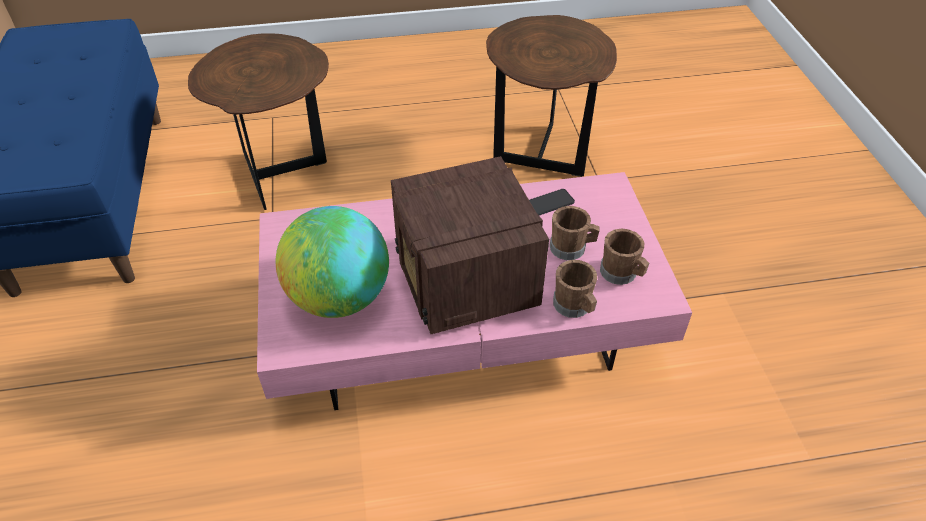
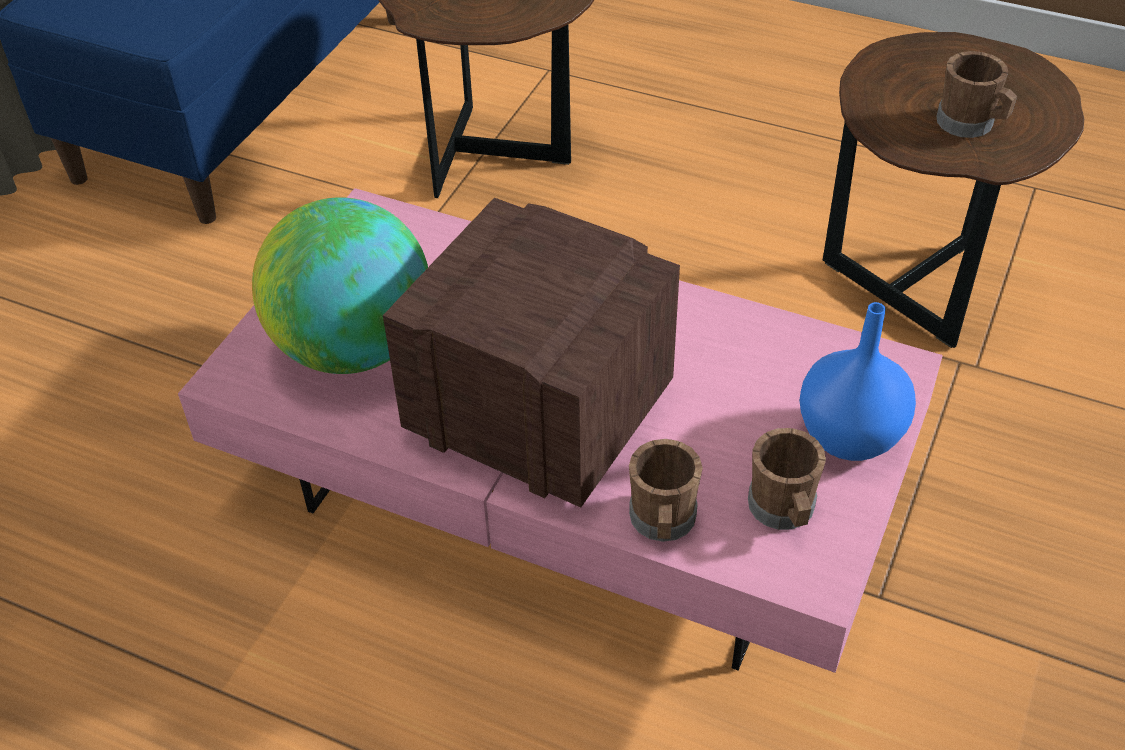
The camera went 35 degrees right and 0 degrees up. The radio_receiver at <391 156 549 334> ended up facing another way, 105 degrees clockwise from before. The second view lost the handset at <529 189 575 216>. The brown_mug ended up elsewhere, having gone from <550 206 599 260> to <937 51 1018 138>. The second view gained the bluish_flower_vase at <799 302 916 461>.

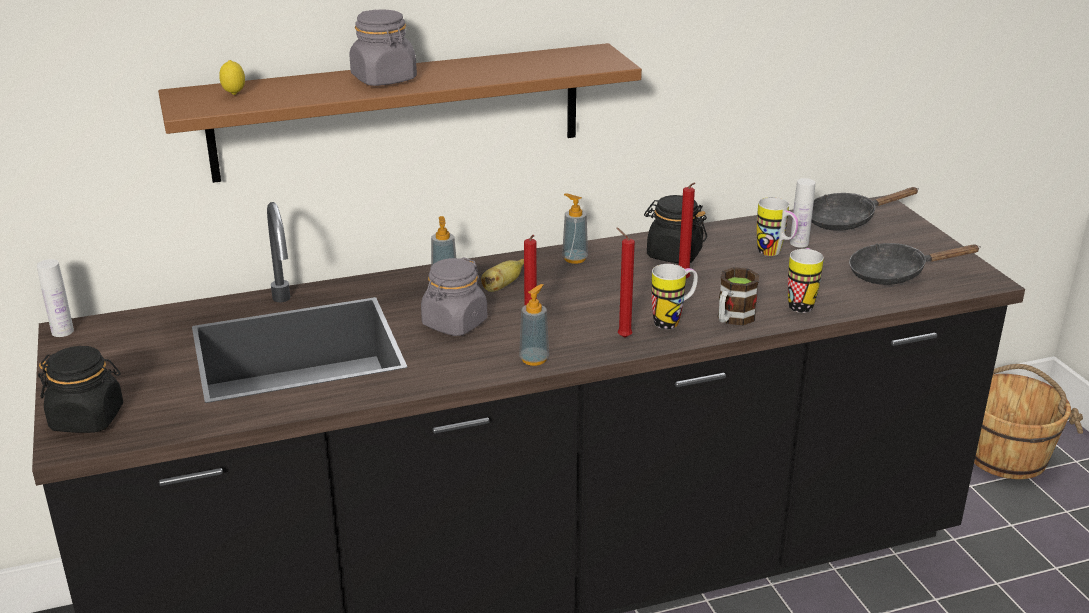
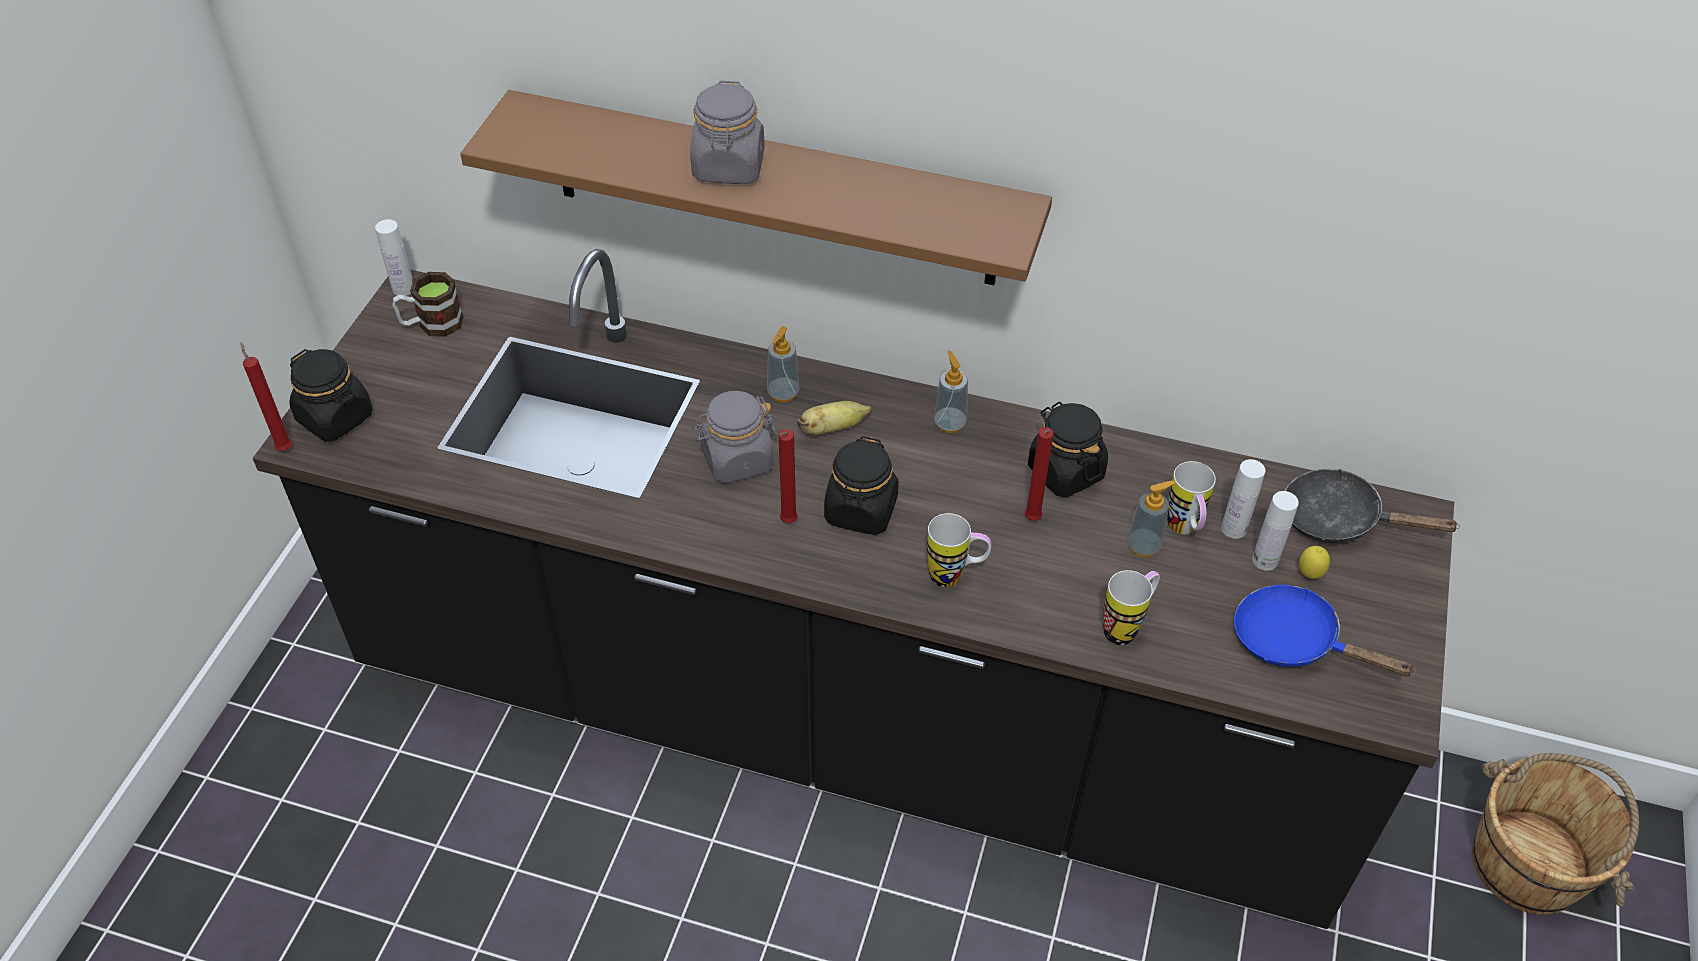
The camera went 35 degrees right and 20 degrees up. The lemon ended up elsewhere, having gone from <219 60 245 95> to <1299 546 1330 579>. The soap_dispenser ended up elsewhere, having gone from <519 284 549 366> to <1127 481 1175 557>. The reddish_candle ended up elsewhere, having gone from <616 228 635 338> to <240 342 292 451>. The mug ended up elsewhere, having gone from <718 267 759 325> to <392 272 464 337>. What was the black-coloured_skillet at <849 243 981 285> turned into the bluish_skillet at <1234 585 1416 676>. The second view gained the black-coloured_storage_jar at <824 436 899 535>. The second view gained the white_bottle at <1252 491 1299 571>.

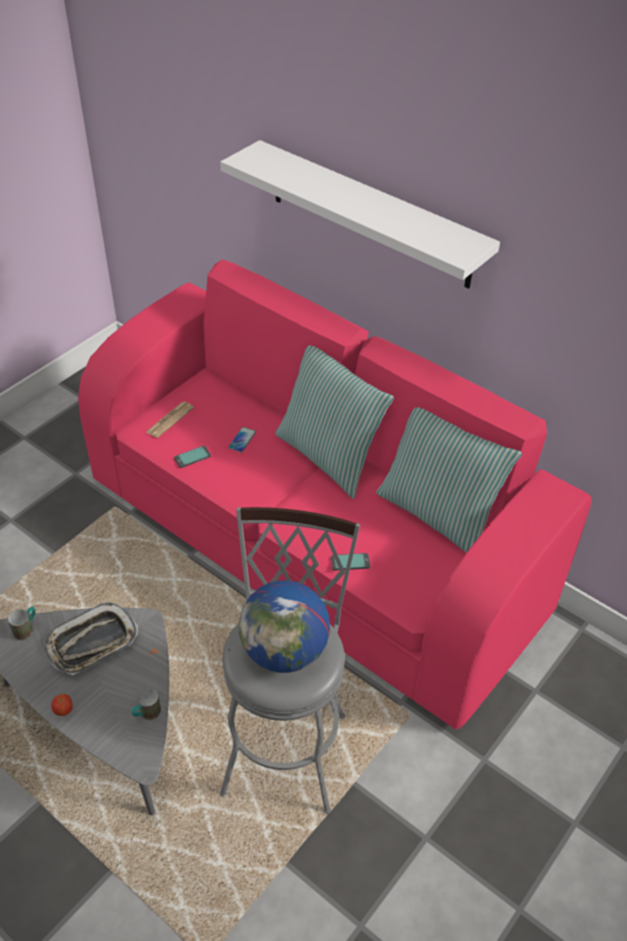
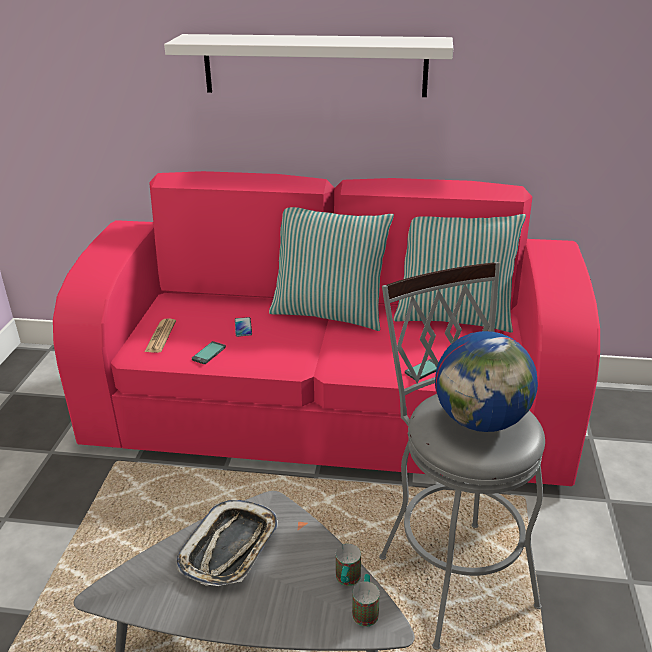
The camera went 30 degrees left and 15 degrees down. The mug ended up elsewhere, having gone from <8 606 36 640> to <352 574 380 627>. The second view lost the whole_apple at <51 694 73 716>.

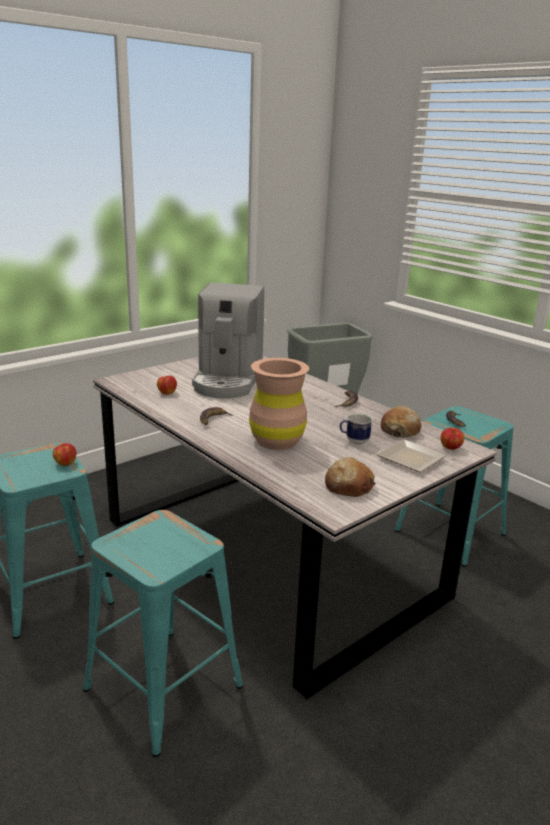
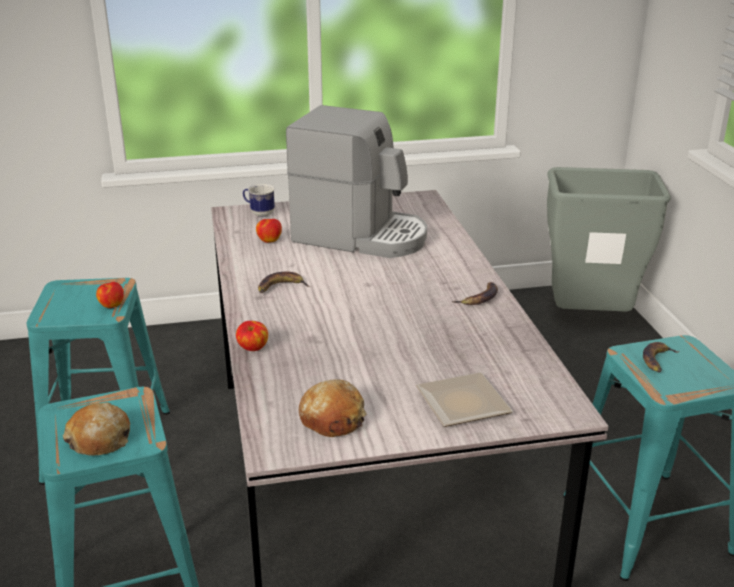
The camera went 30 degrees right and 5 degrees up. The coffee_brewer at <192 282 264 399> ended up facing another way, 105 degrees counterclockwise from before. The second view lost the brown_flower_vase at <249 358 309 450>. The mug ended up elsewhere, having gone from <340 413 373 445> to <243 184 275 217>. The baked_bread ended up elsewhere, having gone from <381 406 421 438> to <63 403 130 456>. The whole_apple ended up elsewhere, having gone from <440 428 464 450> to <236 321 268 351>.

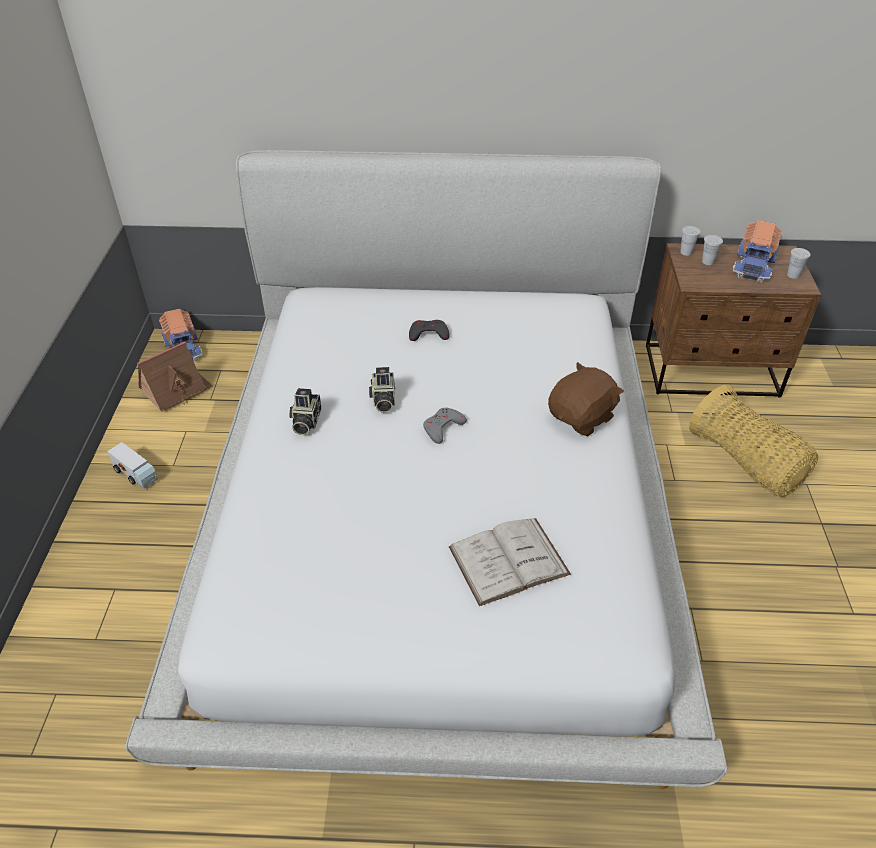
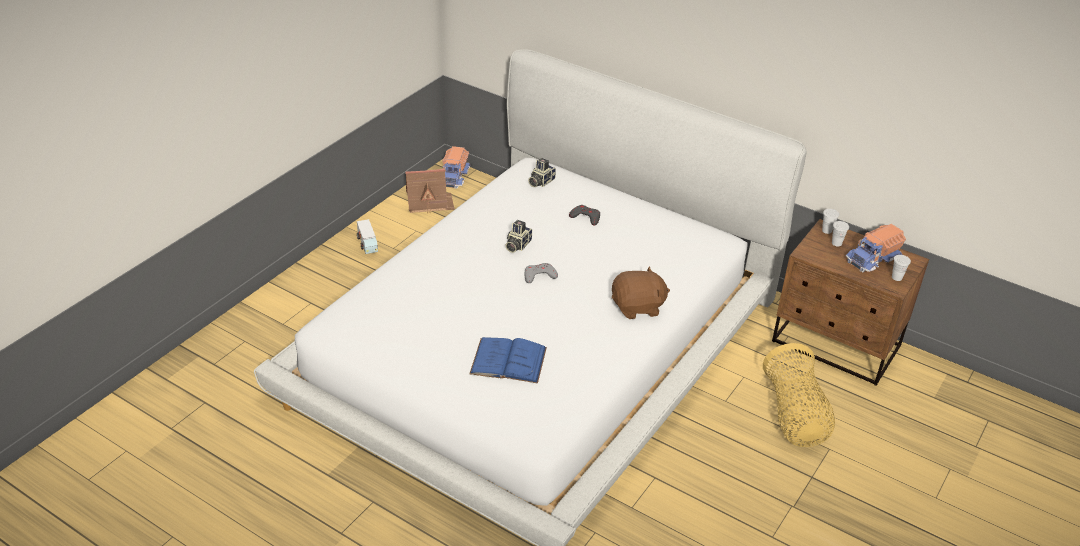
The camera went 30 degrees right and 5 degrees down. The photo_camera ended up elsewhere, having gone from <289 388 321 435> to <528 158 556 187>. What was the white_book at <449 518 571 606> turned into the bluish_book at <469 337 547 384>.

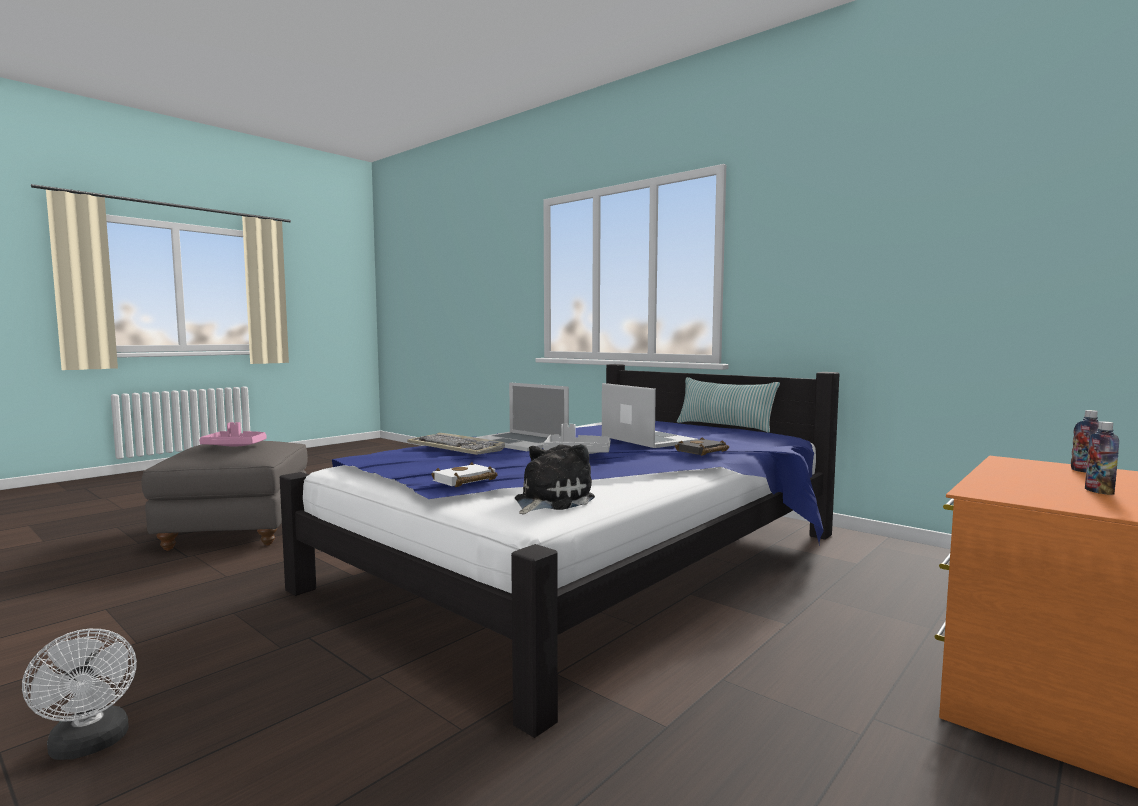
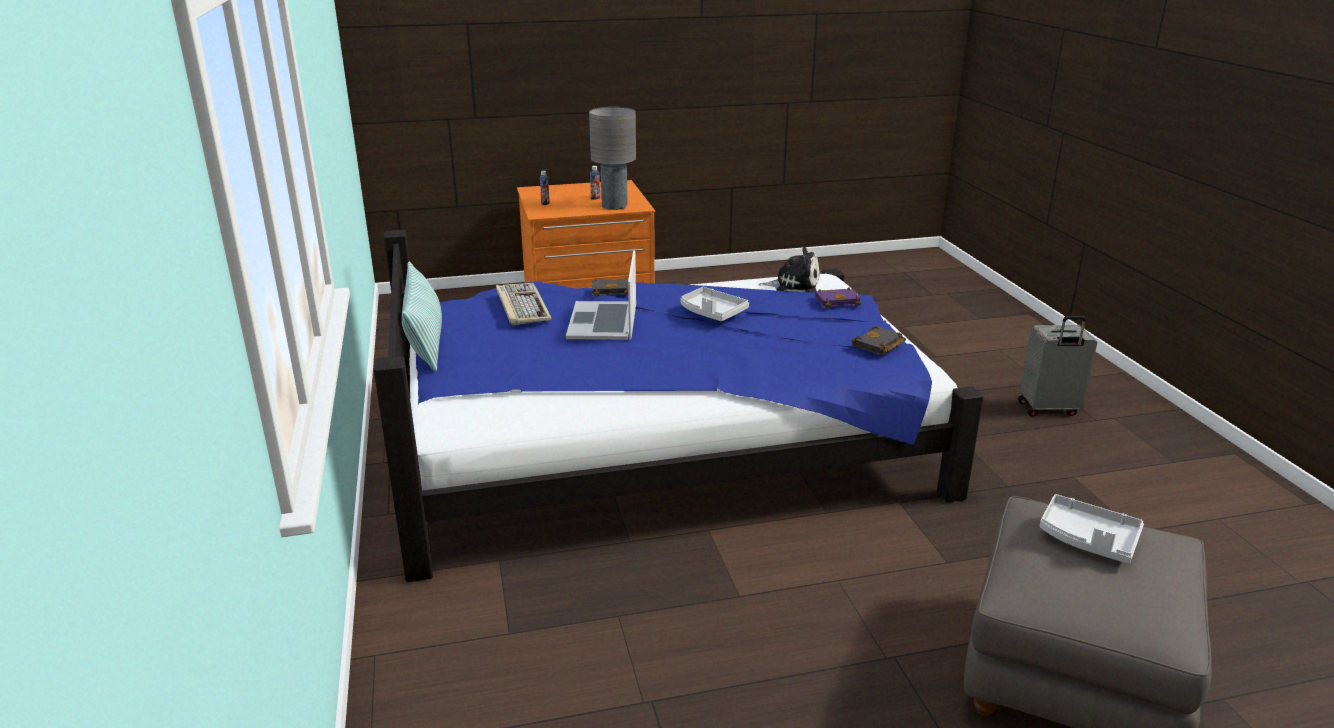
The camera went 145 degrees left and 20 degrees up. Where the white_electric_fan stood at <22 629 137 760>, the grey_travel_case came to stand at <1018 316 1097 417>. What was the pink-coloured_carrying_tray at <199 422 266 447> turned into the grey_carrying_tray at <1040 494 1144 564>. The computer_keyboard ended up elsewhere, having gone from <407 433 505 455> to <496 283 552 325>. What was the white_book at <431 462 498 487> turned into the purple_book at <815 288 861 308>. The second view lost the laptop at <475 382 569 451>. The plush_toy at <515 444 595 515> ended up facing another way, 150 degrees counterclockwise from before. The second view gained the grey_lamp_for_a_table at <589 107 636 210>. The second view gained the black-coloured_book at <852 326 906 355>.

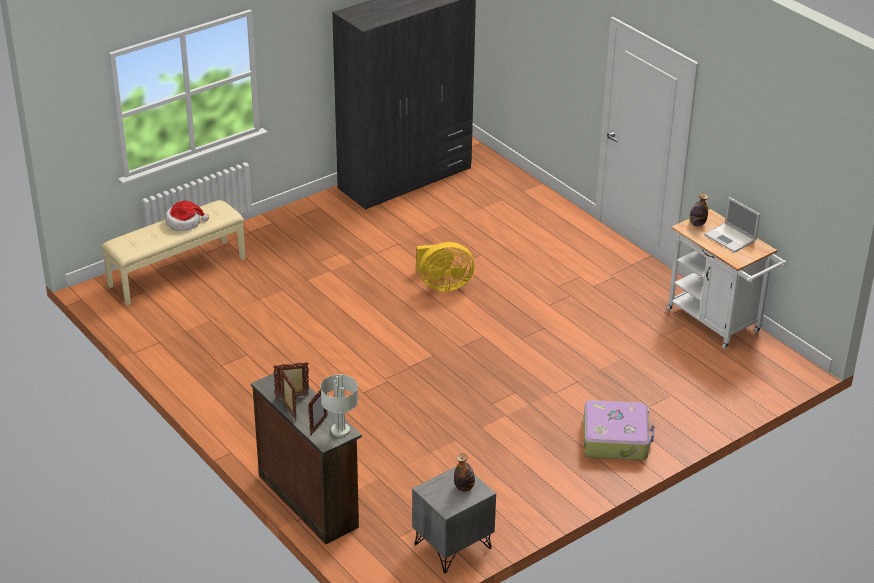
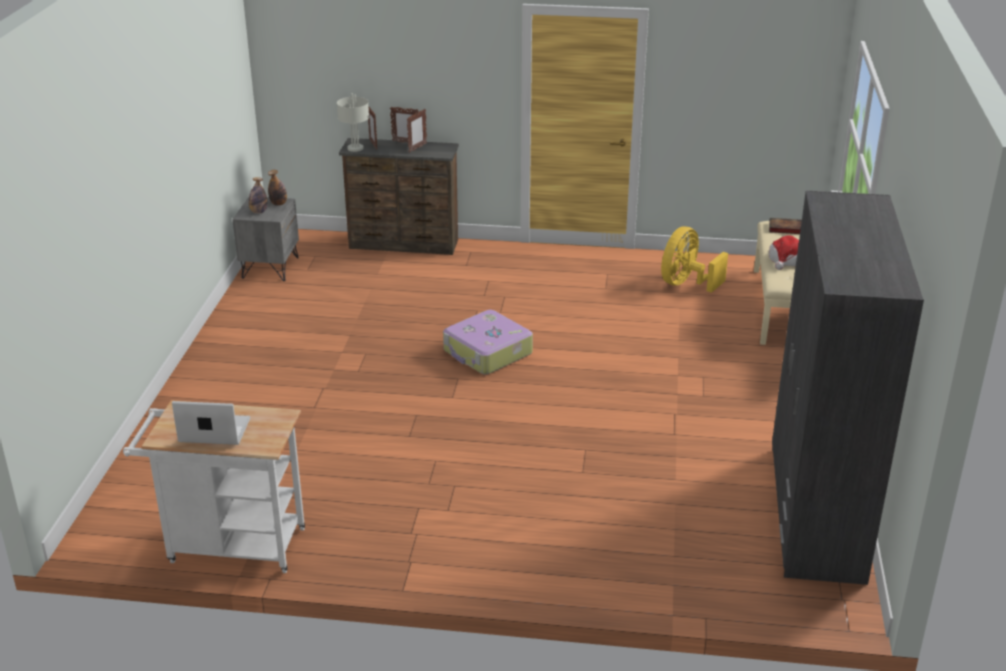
The camera went 135 degrees right and 5 degrees down. The yellow_electric_fan ended up elsewhere, having gone from <417 242 475 292> to <661 227 728 293>. The travel_case ended up elsewhere, having gone from <584 400 655 460> to <443 310 533 375>. The bottle ended up elsewhere, having gone from <690 194 708 227> to <268 170 287 206>. The second view gained the book at <769 218 802 234>.

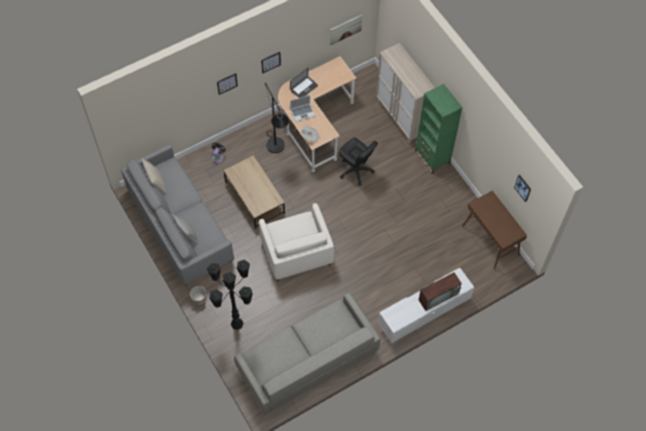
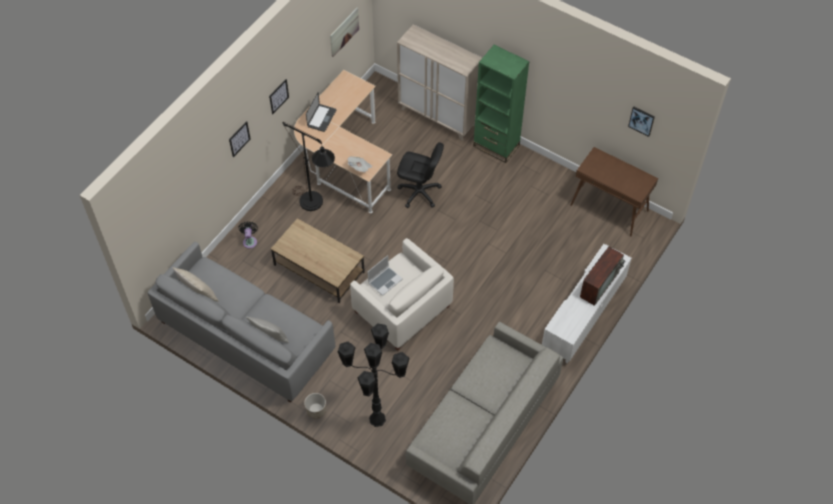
The camera went 25 degrees left and 5 degrees down. The laptop ended up elsewhere, having gone from <290 95 315 122> to <368 255 403 296>.

